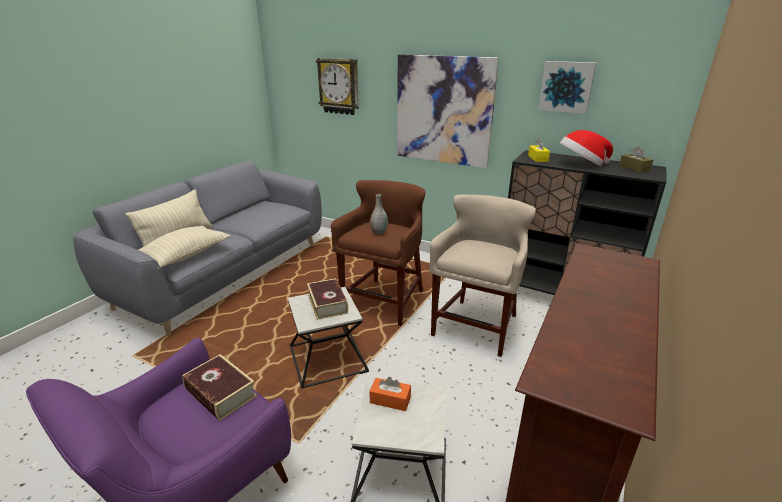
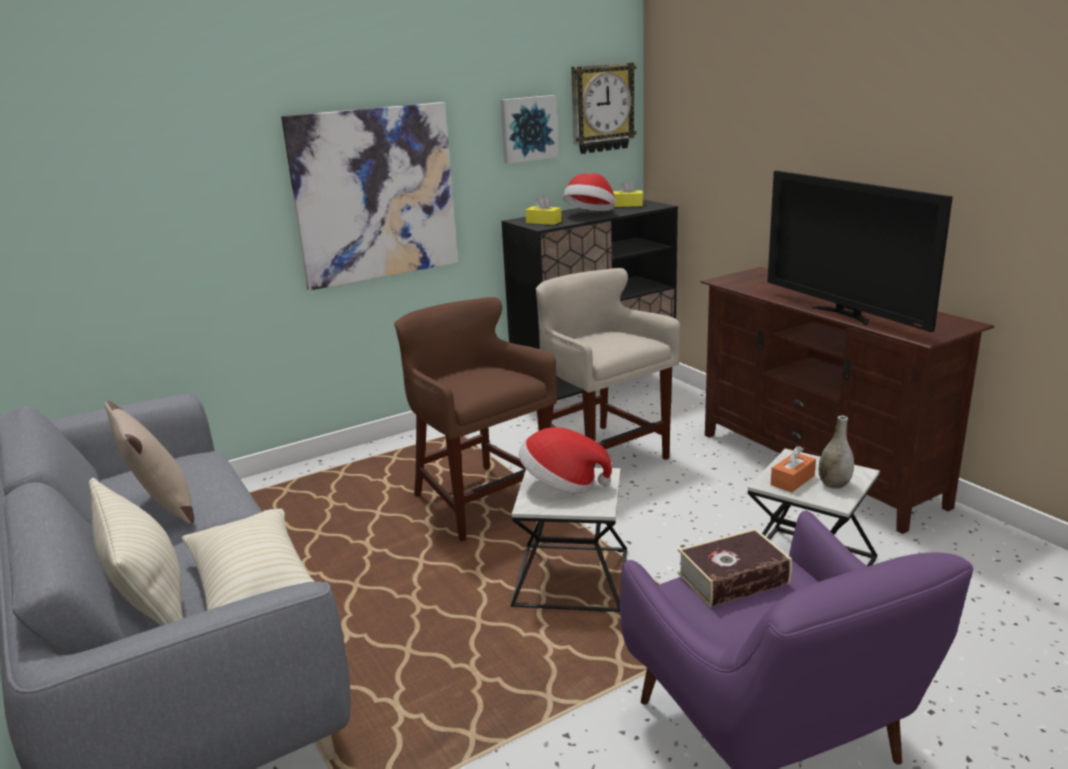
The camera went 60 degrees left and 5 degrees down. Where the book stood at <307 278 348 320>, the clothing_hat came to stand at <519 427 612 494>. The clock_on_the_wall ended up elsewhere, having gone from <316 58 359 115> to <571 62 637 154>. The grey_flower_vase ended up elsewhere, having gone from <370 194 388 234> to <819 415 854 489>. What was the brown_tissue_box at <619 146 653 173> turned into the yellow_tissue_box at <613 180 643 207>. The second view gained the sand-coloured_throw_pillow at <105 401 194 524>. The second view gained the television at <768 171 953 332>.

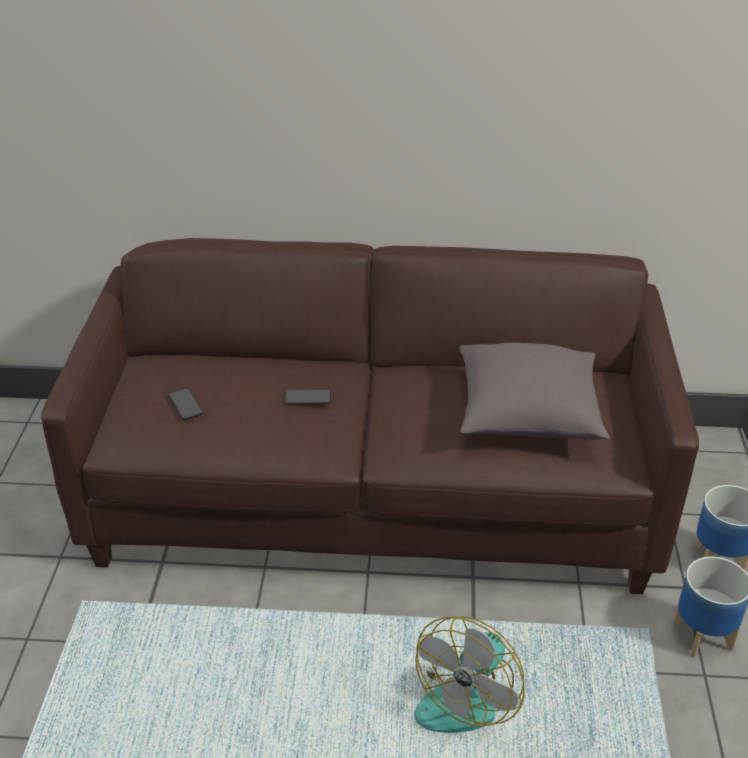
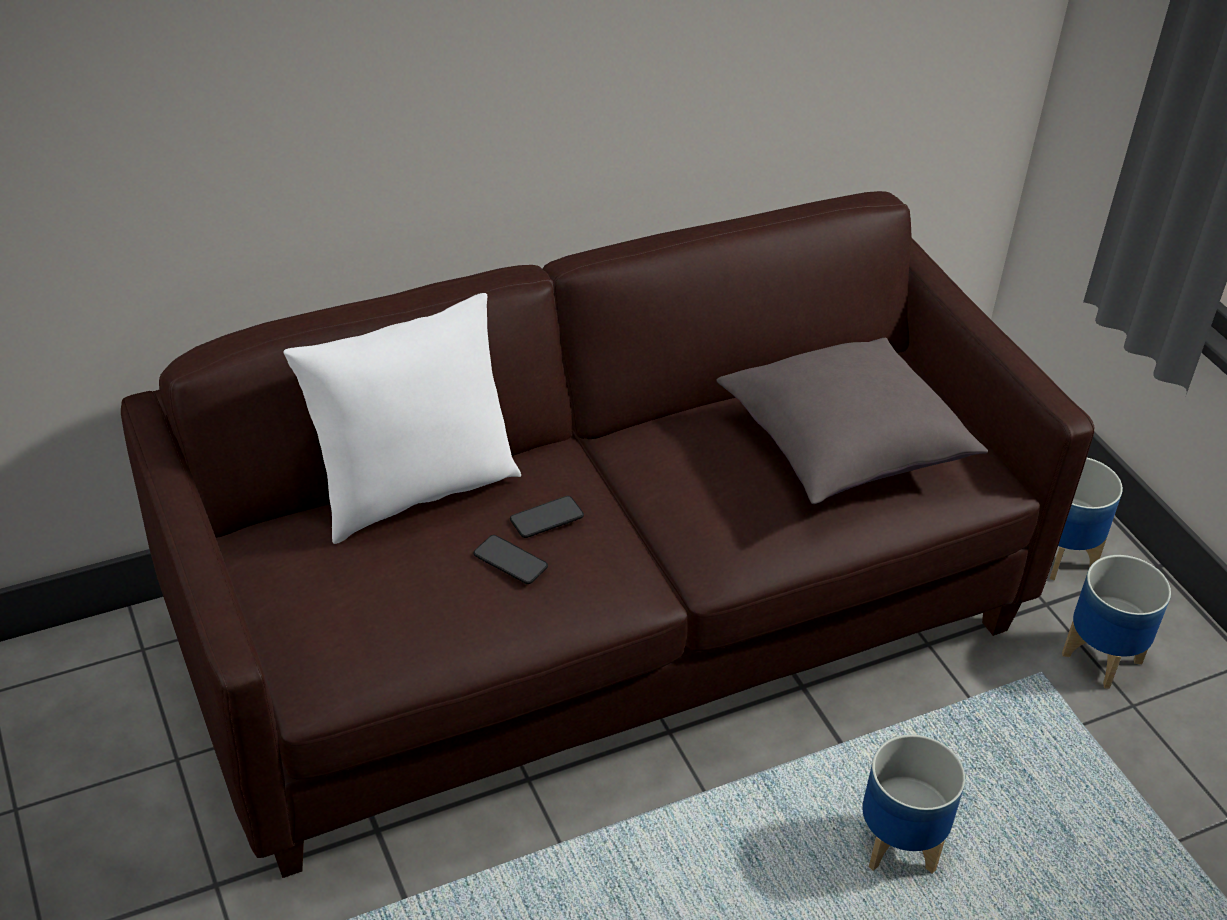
The camera went 30 degrees left and 5 degrees up. The handset ended up elsewhere, having gone from <169 388 204 420> to <473 535 548 584>. Where the electric_fan stood at <414 616 525 733>, the planter came to stand at <862 734 965 873>. The second view gained the white_throw_pillow at <283 293 521 544>.

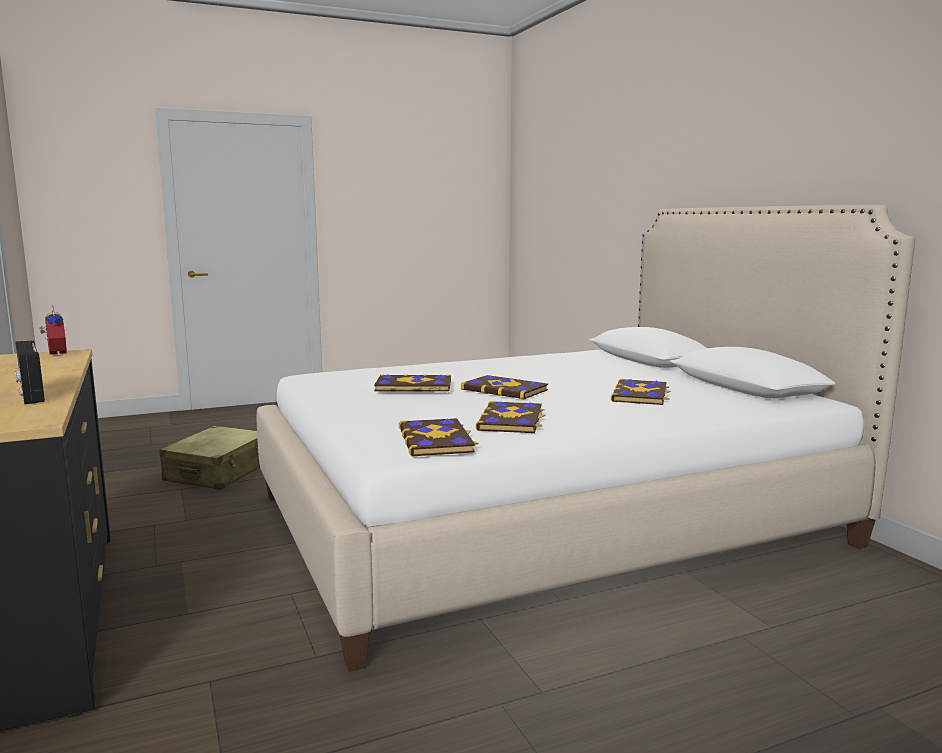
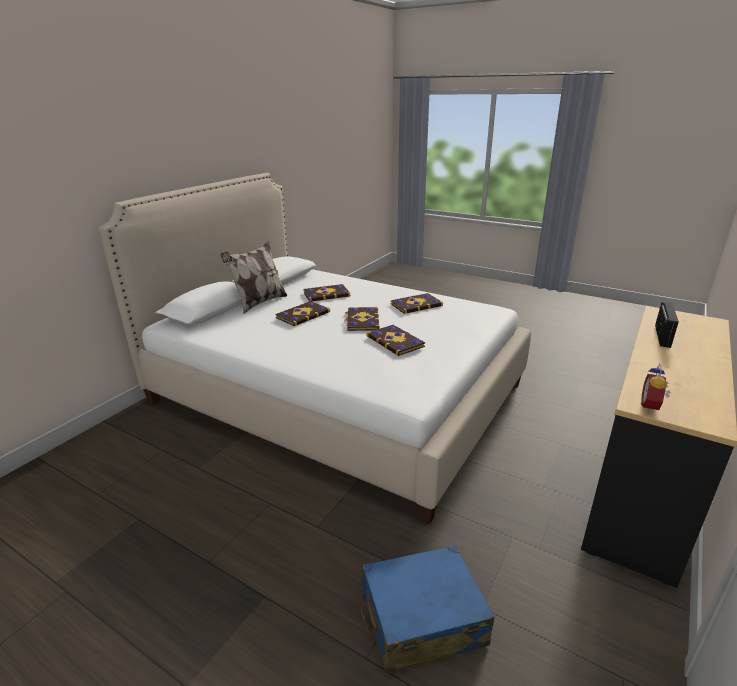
The camera went 125 degrees left and 15 degrees up. What was the sand-coloured_travel_case at <159 426 260 490> turned into the bluish_travel_case at <361 545 494 674>. The book ended up elsewhere, having gone from <399 418 479 457> to <275 301 330 326>. The second view gained the throw_pillow at <221 241 287 314>.

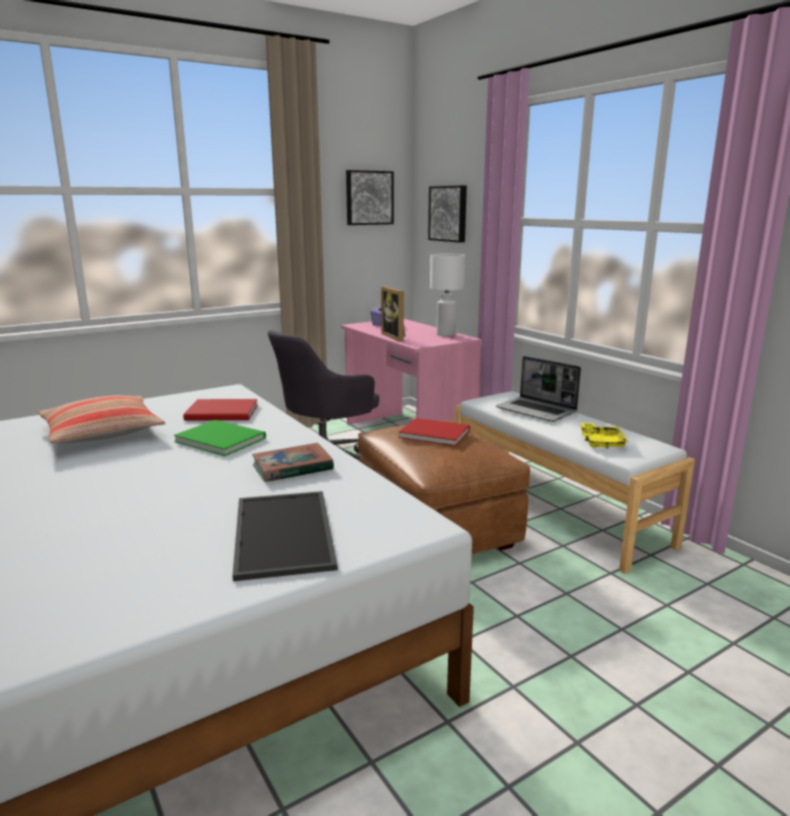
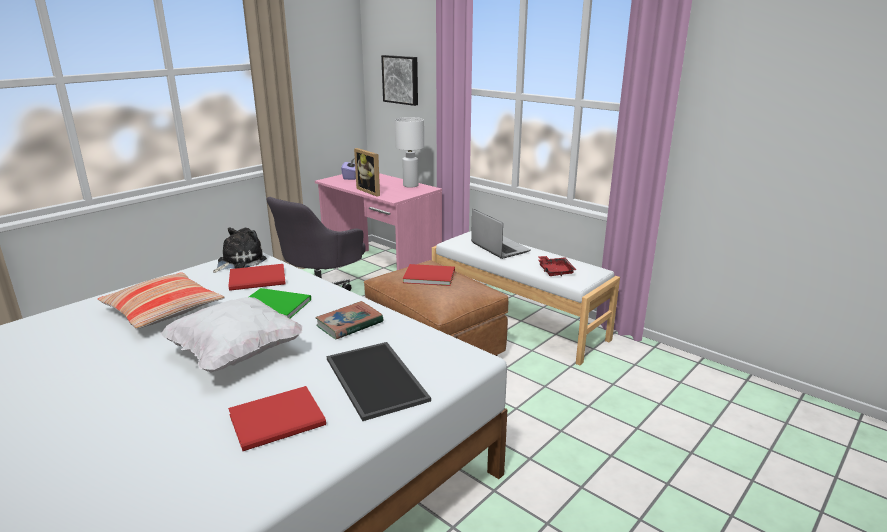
The camera went 15 degrees left and 5 degrees up. The second view lost the wall_picture at <346 170 394 225>. The laptop at <496 356 581 422> ended up facing another way, 150 degrees counterclockwise from before. What was the yellow_carrying_tray at <580 423 629 449> turned into the reddish_carrying_tray at <538 256 576 276>. The second view gained the white_throw_pillow at <161 297 303 372>. The second view gained the plush_toy at <213 227 267 273>. The second view gained the reddish_book at <228 386 326 451>.

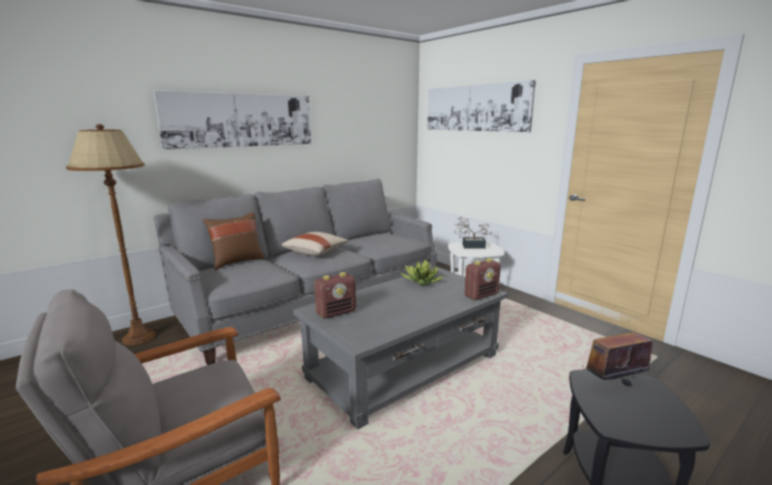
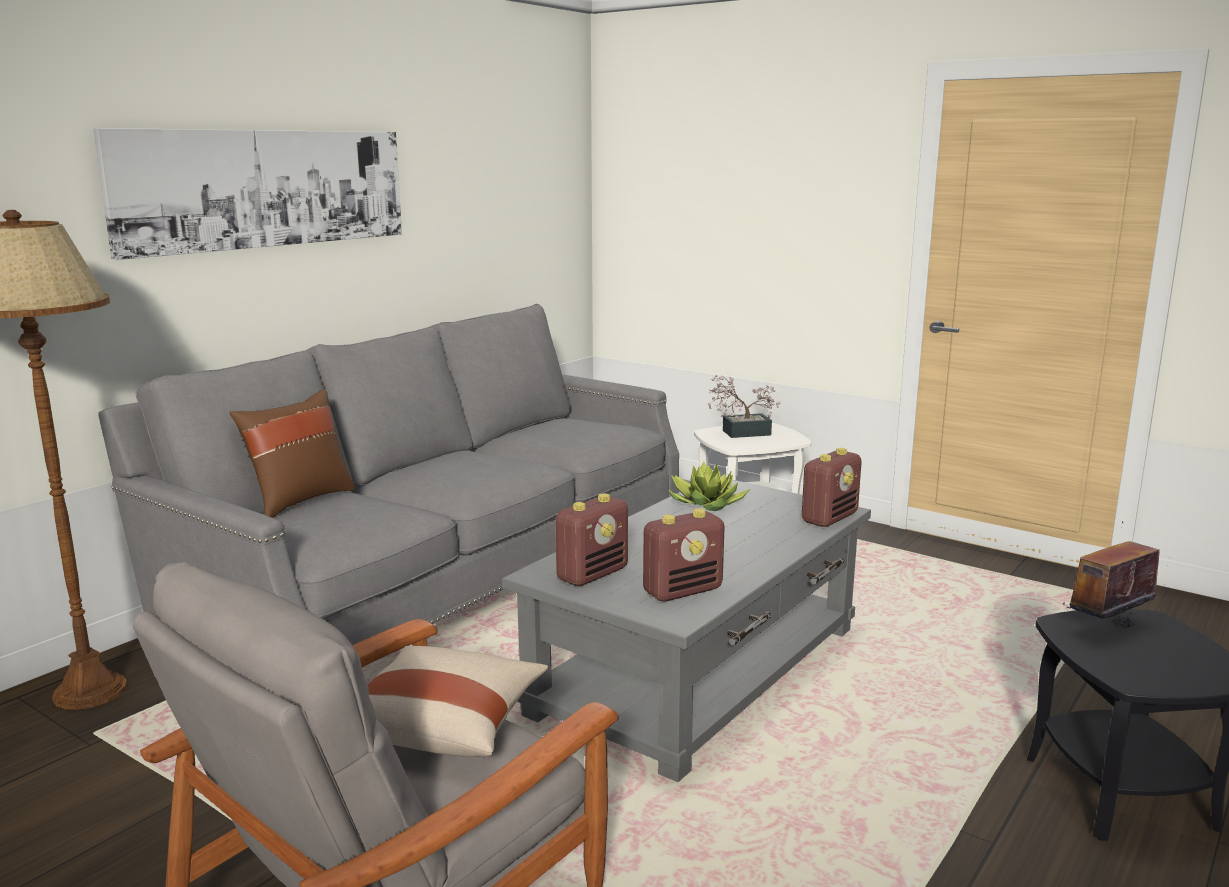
The camera went 15 degrees left and 0 degrees up. The sand-coloured_throw_pillow ended up elsewhere, having gone from <281 232 349 256> to <368 646 548 757>. The second view lost the wall_picture at <427 80 536 132>. The second view gained the radio_receiver at <643 509 725 601>.

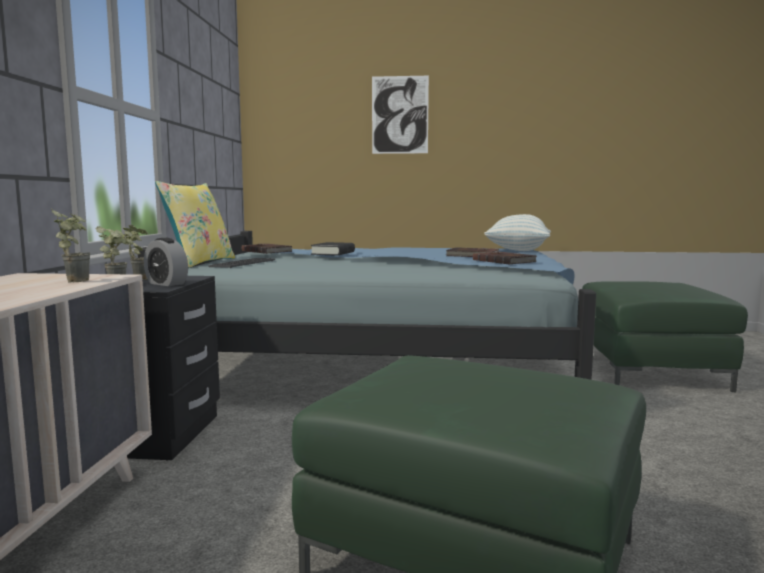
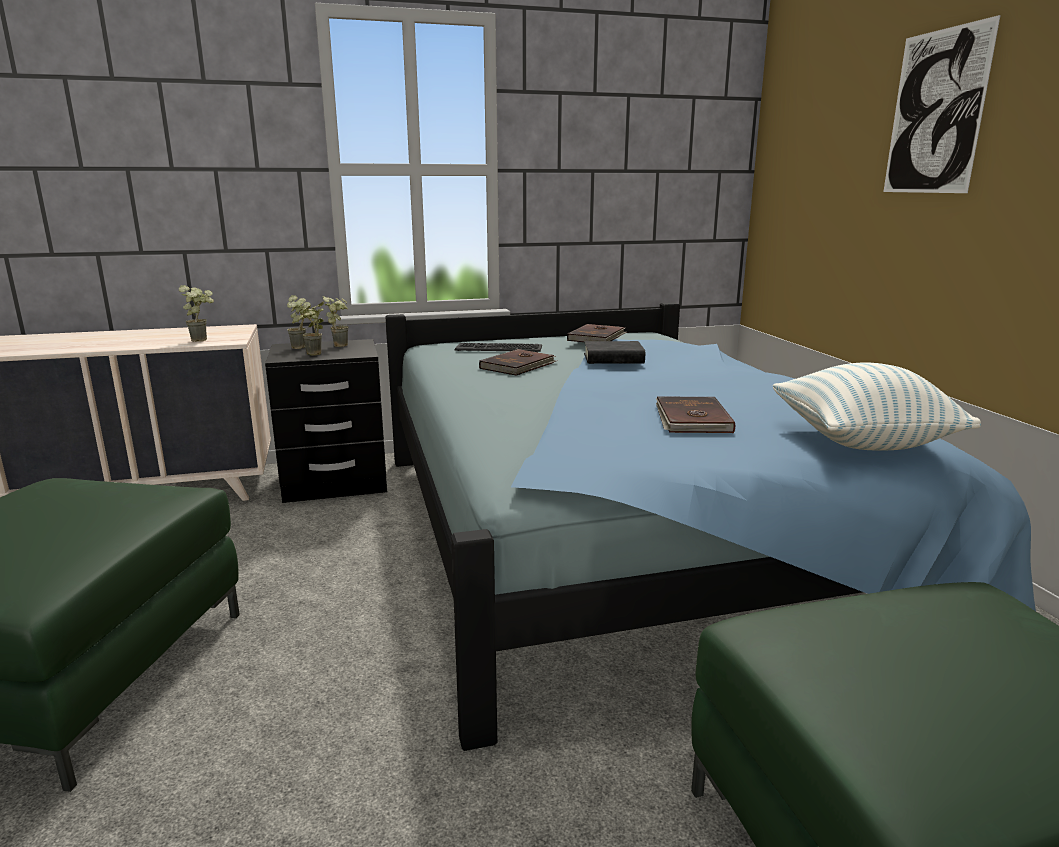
The camera went 70 degrees right and 10 degrees up. Where the alarm_clock stood at <144 238 188 286>, the houseplant came to stand at <297 301 325 355>. The second view lost the yellow_throw_pillow at <155 181 235 268>. The brown_book ended up elsewhere, having gone from <473 251 537 265> to <479 349 557 376>.

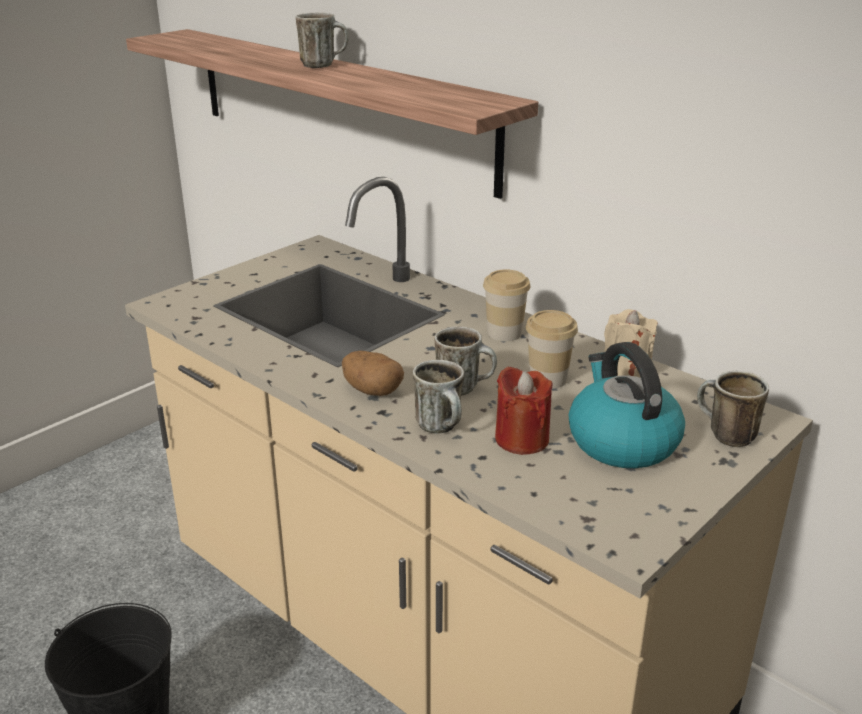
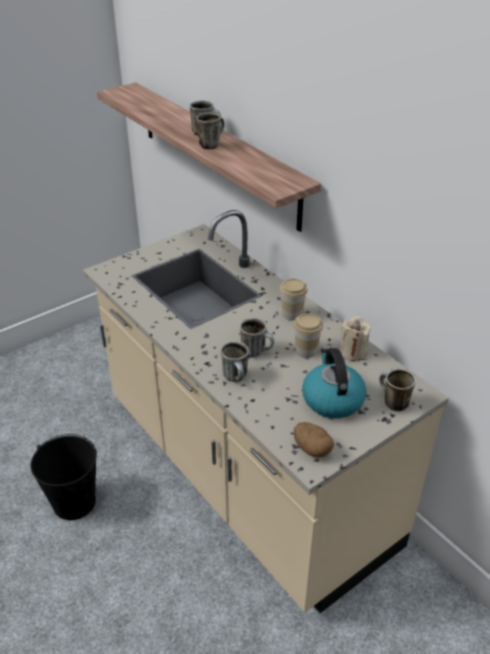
The camera went 10 degrees right and 10 degrees up. The whole_potato ended up elsewhere, having gone from <342 351 404 396> to <294 422 334 457>. The second view lost the reddish_candle at <495 366 553 455>. The second view gained the mug at <196 112 225 149>.

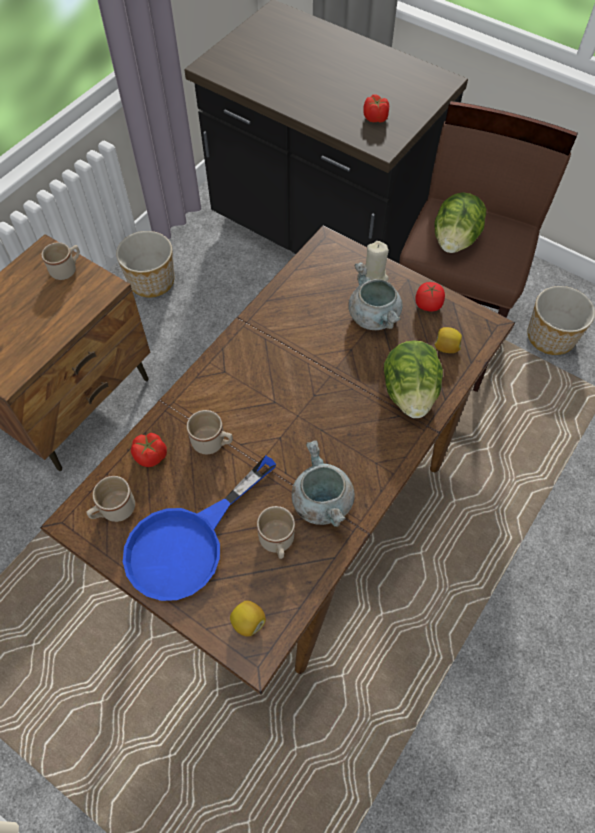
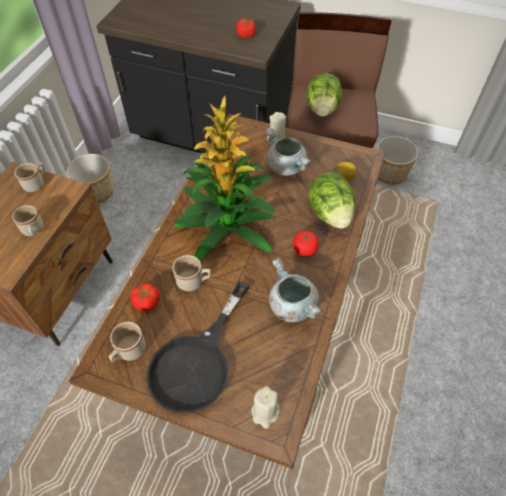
The camera went 15 degrees left and 5 degrees down. What was the bluish_skillet at <123 455 277 601> turned into the black-coloured_skillet at <146 281 250 414>. Where the lemon stood at <230 601 266 637>, the sand-coloured_candle came to stand at <251 386 280 429>. The sand-coloured_mug ended up elsewhere, having gone from <257 506 295 559> to <12 205 44 236>. The whole_tomato ended up elsewhere, having gone from <415 282 445 311> to <293 231 318 256>. The second view gained the houseplant at <174 95 276 260>.

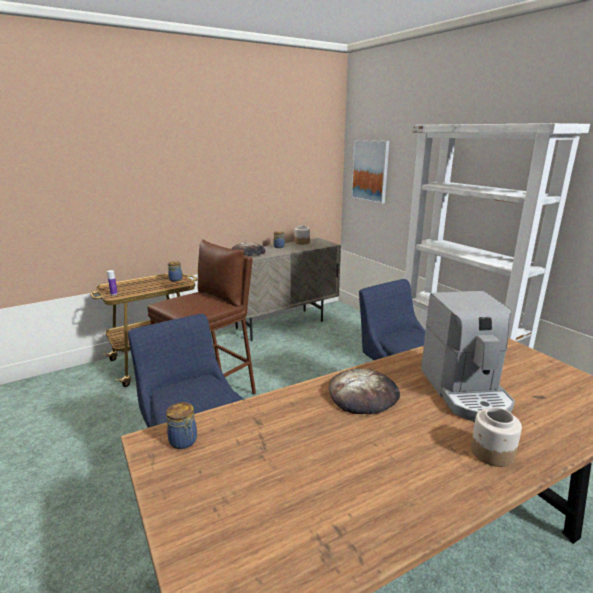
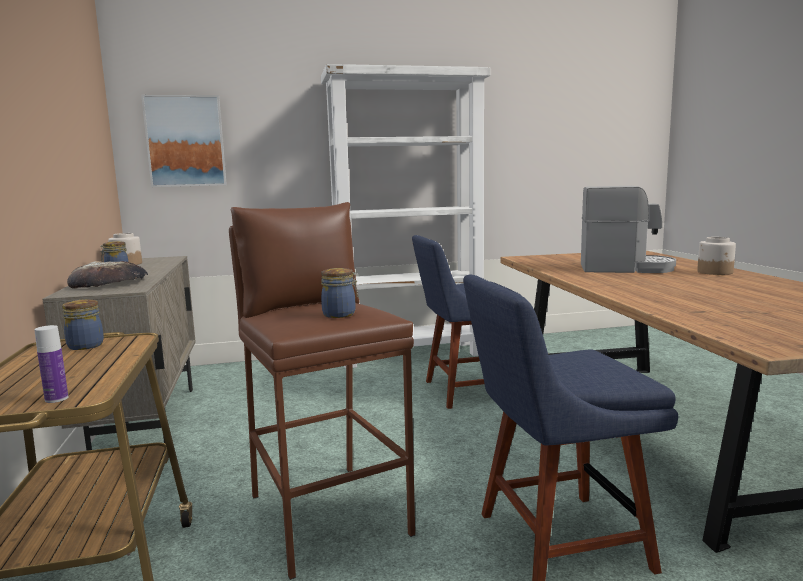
The camera went 70 degrees left and 10 degrees down. The storage_jar ended up elsewhere, having gone from <166 402 197 449> to <321 268 359 318>. The second view lost the baked_bread at <328 369 400 414>.

